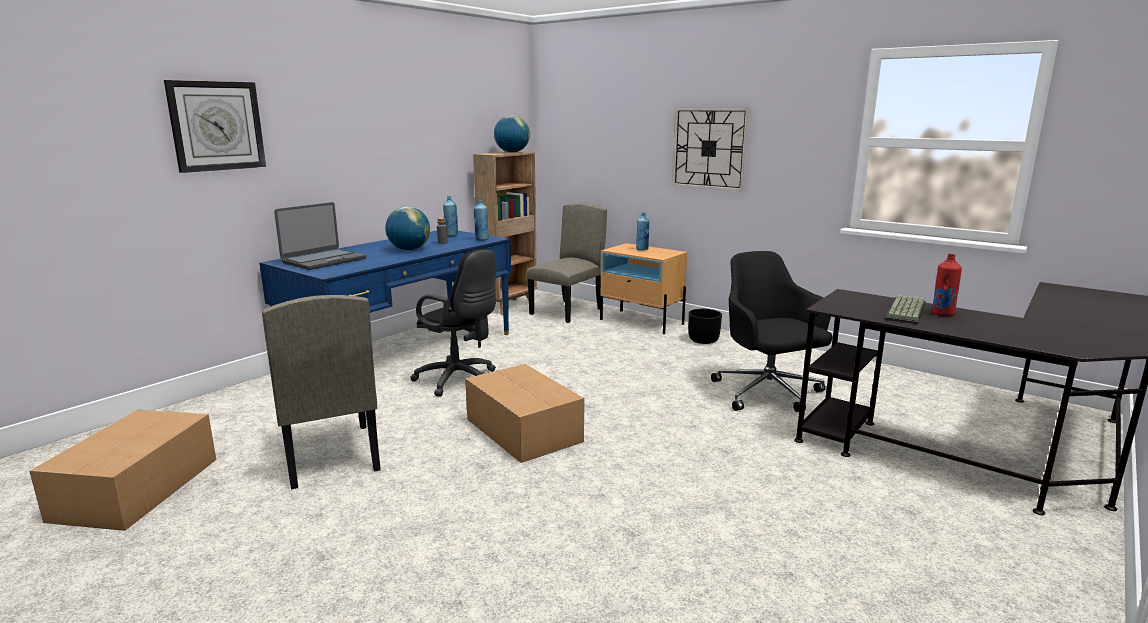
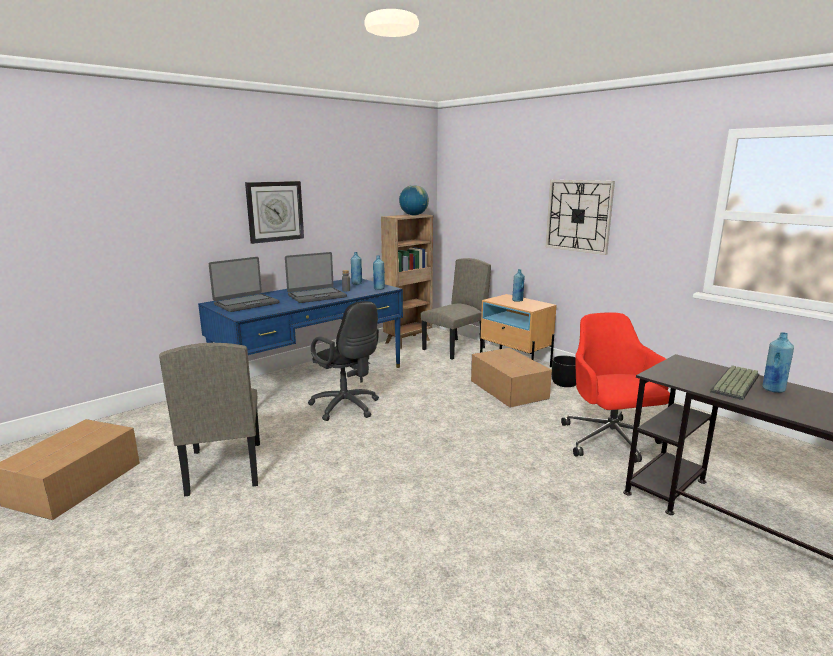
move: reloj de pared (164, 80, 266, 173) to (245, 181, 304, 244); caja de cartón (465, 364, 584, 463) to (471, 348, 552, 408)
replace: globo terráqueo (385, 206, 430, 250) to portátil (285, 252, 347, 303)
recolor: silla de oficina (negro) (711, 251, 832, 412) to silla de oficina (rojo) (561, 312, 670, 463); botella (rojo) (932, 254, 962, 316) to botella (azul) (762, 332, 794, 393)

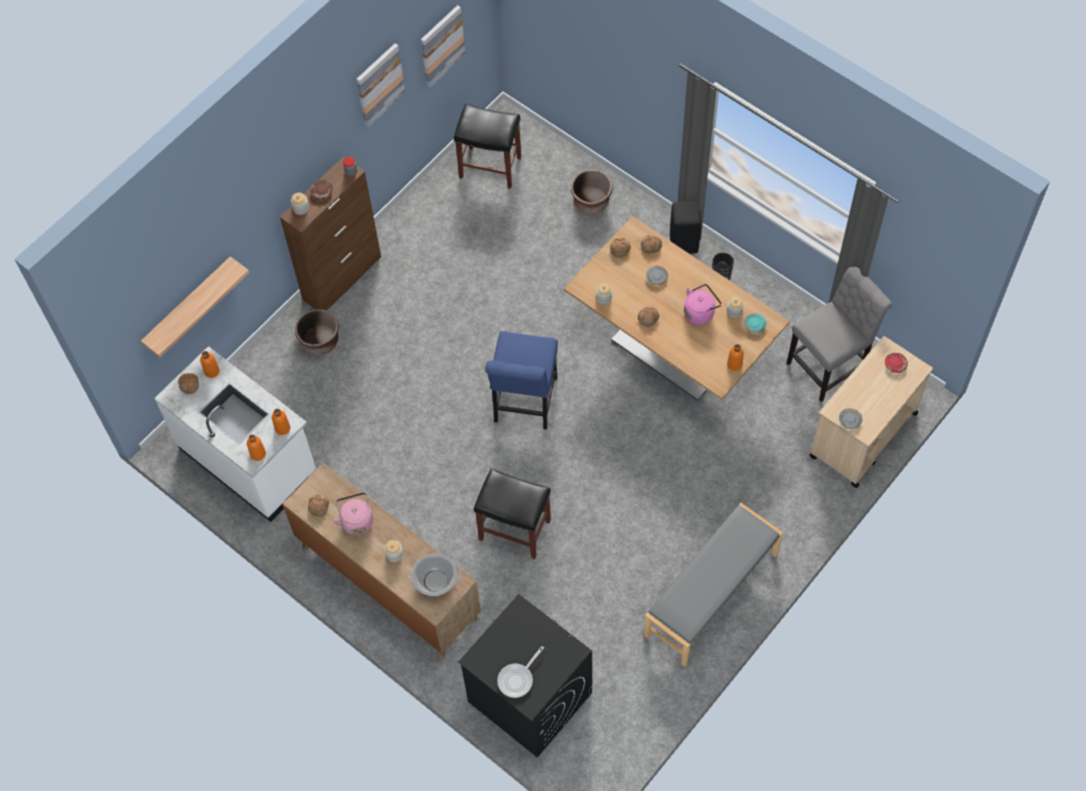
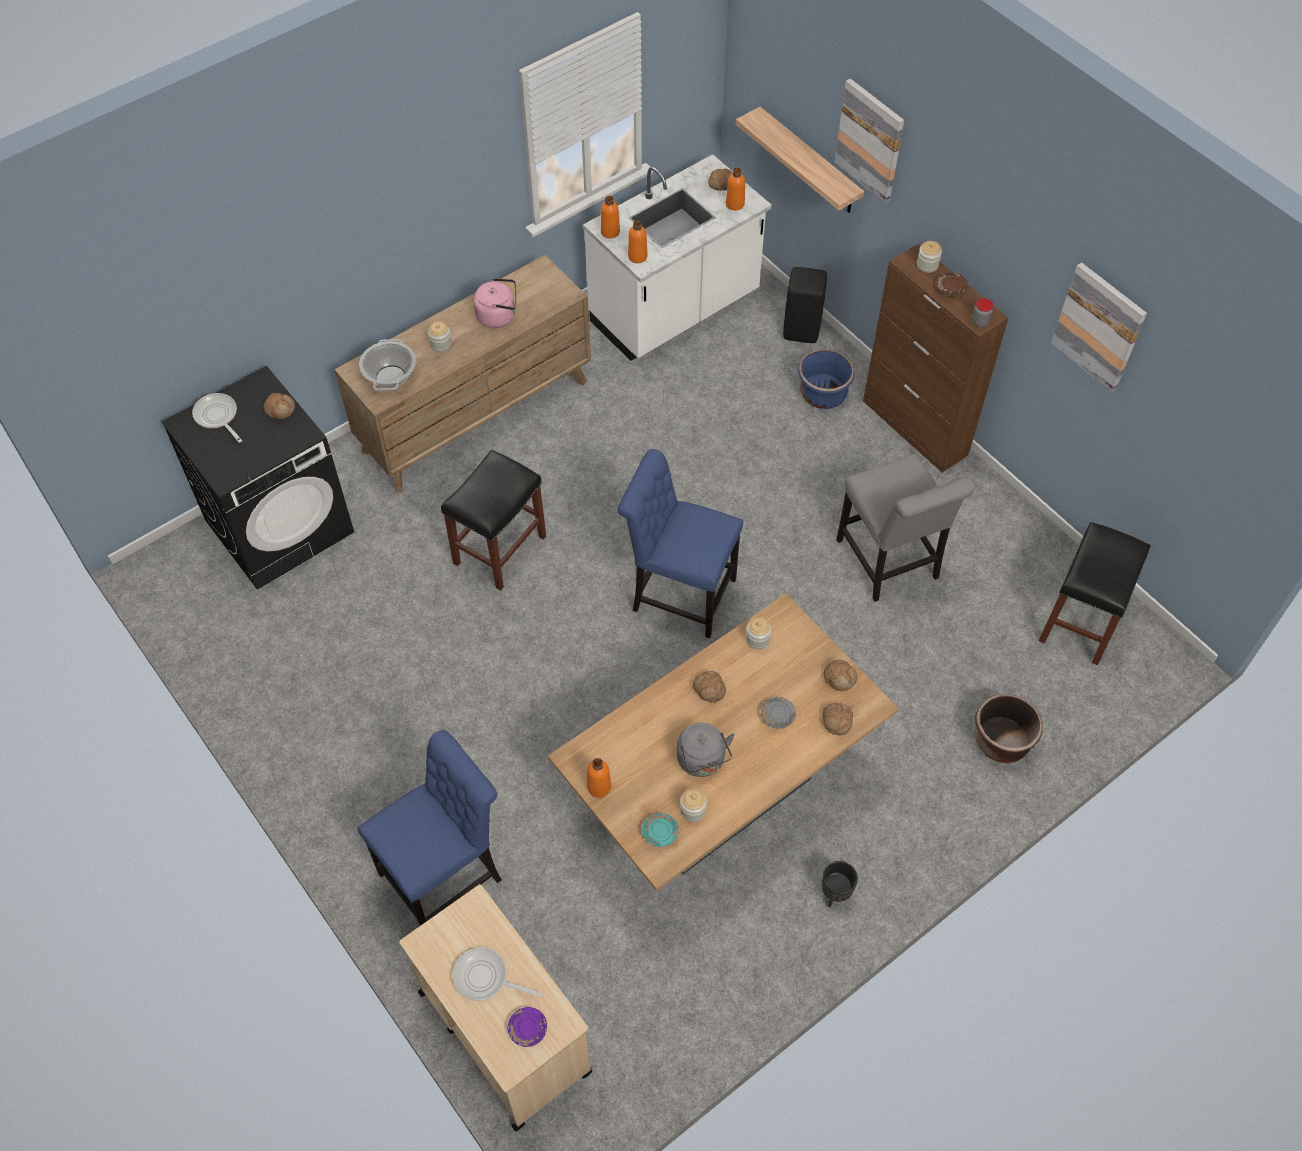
delete: banco (gris) (644, 503, 783, 667); plato (gris) (839, 408, 862, 429)
insert: silla (azul) (357, 730, 502, 926); sartén (453, 947, 542, 1001)
move: pan (308, 494, 329, 517) to (263, 393, 295, 419); cuadro (421, 5, 465, 88) to (835, 78, 904, 204); taburete (negro) (670, 201, 701, 254) to (783, 267, 827, 343); silla (gris) (787, 267, 892, 402) to (836, 454, 975, 602)
recolor: maceta (marrón) (295, 309, 339, 356) to maceta (azul) (798, 349, 855, 409); hervidor (rosa) (684, 284, 722, 325) to hervidor (gris) (677, 723, 735, 777); plato (rojo) (885, 353, 908, 373) to plato (morado) (508, 1007, 547, 1047)

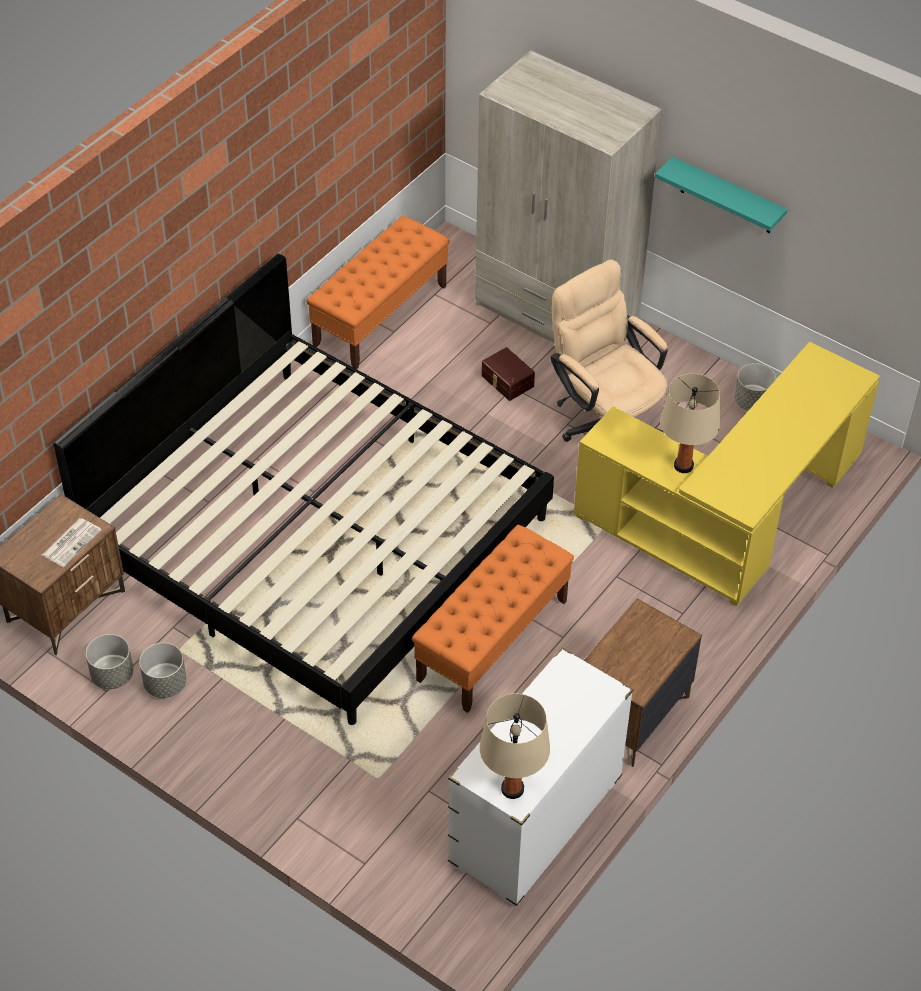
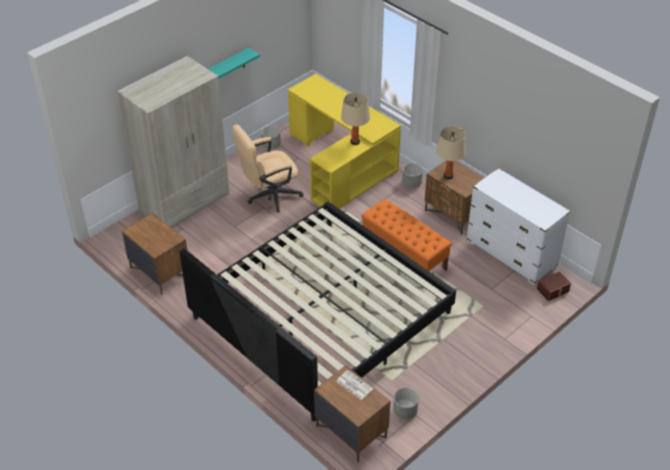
move: maceta (gris) (139, 643, 186, 698) to (402, 163, 423, 188); lámpara de mesa (beis) (480, 694, 550, 799) to (436, 126, 466, 179); caja de almacenaje (marrón) (481, 347, 535, 401) to (537, 272, 571, 301)
replace: banco (naranja) (306, 216, 450, 369) to mesita de noche (marrón) (122, 213, 187, 295)

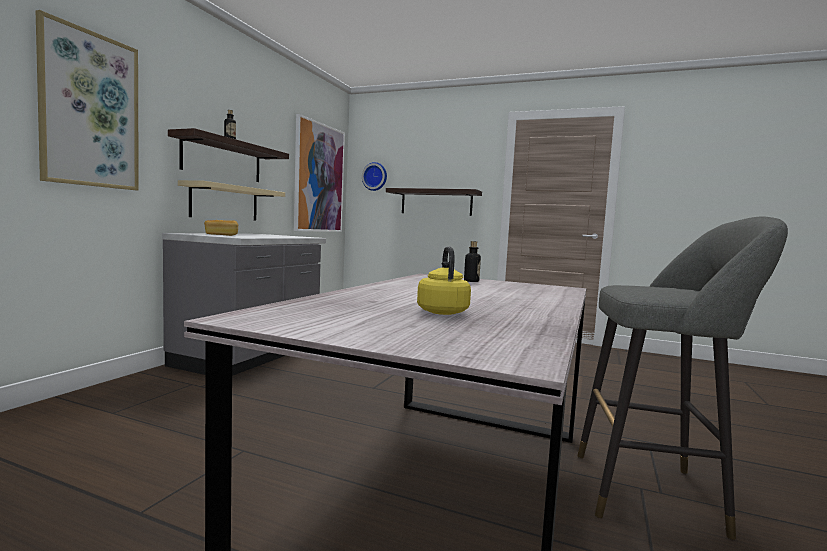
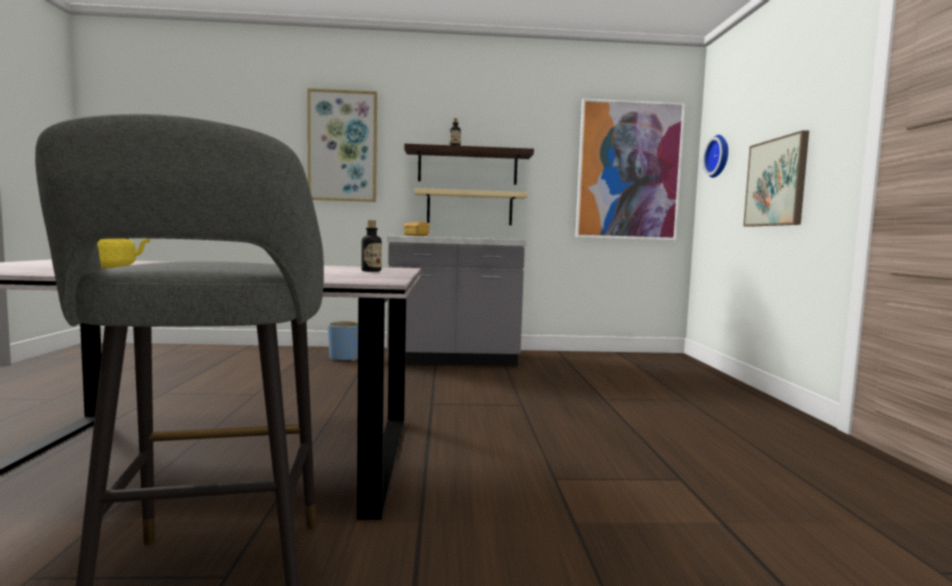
insert: maceta (azul) (328, 321, 358, 361)
replace: estante (386, 188, 482, 216) to cuadro (743, 130, 809, 227)

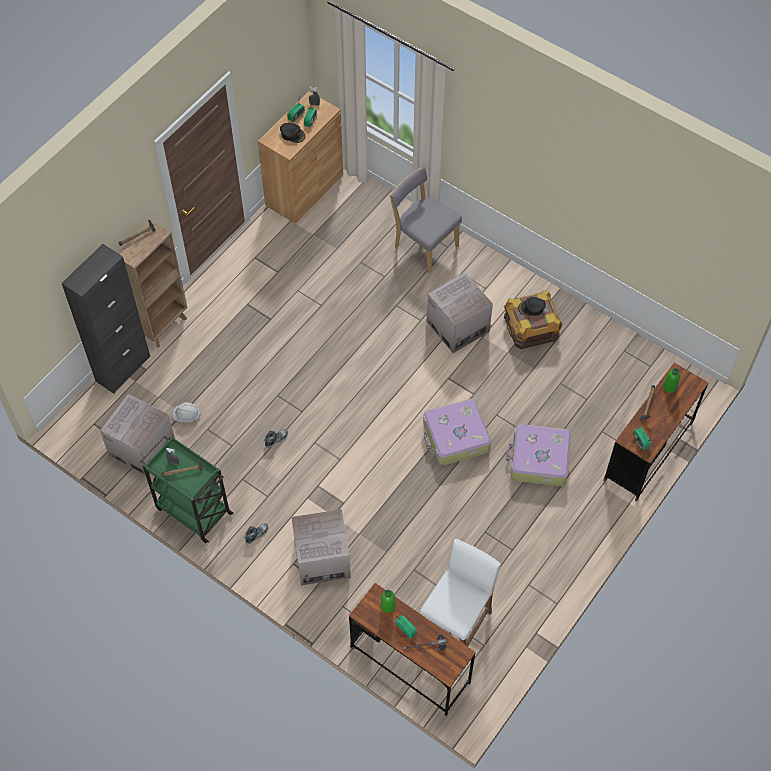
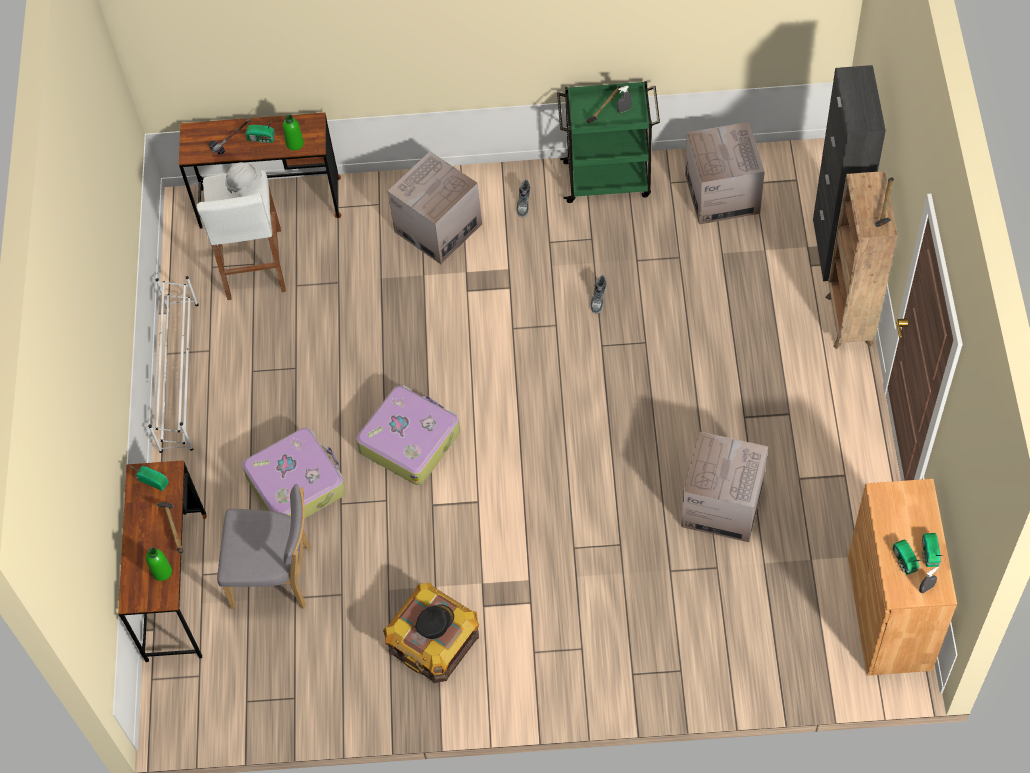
delete: gorra (negro) (280, 123, 306, 143)
insert: zapatero (blanco) (148, 276, 199, 453)
move: casco (blanco) (173, 402, 201, 423) to (225, 162, 262, 193); silla (gris) (390, 168, 462, 273) to (217, 484, 311, 609); caja de cartón (427, 272, 493, 353) to (682, 432, 768, 542)

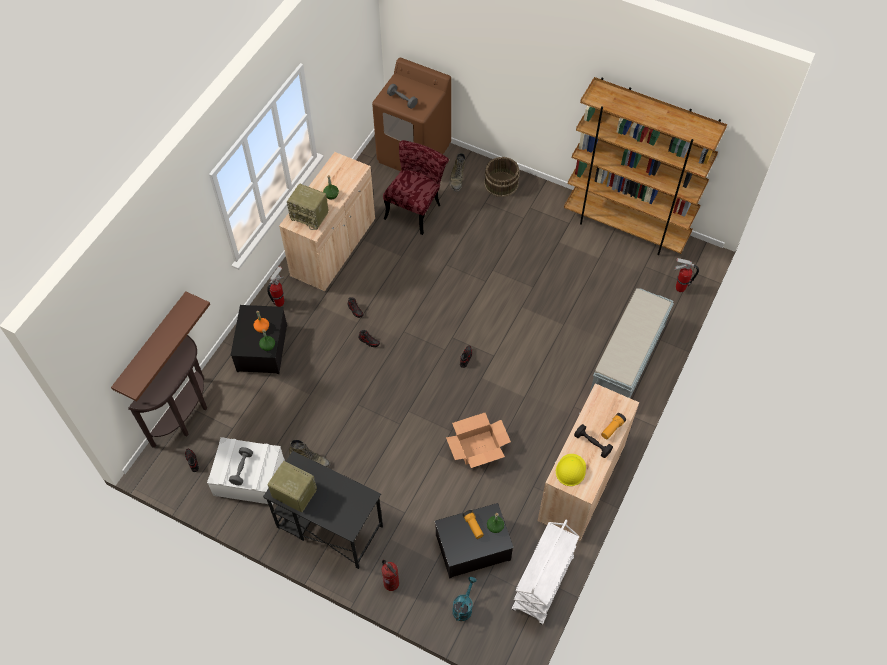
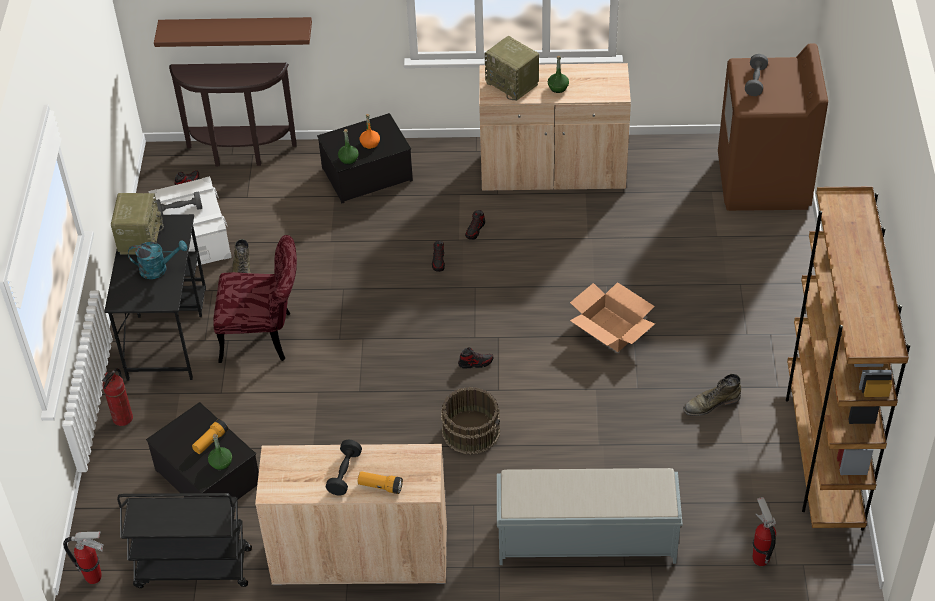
delete: casco (amarillo) (556, 454, 586, 486)
move: extintor (267, 266, 284, 307) to (63, 531, 104, 584); silla (rojo) (383, 140, 449, 235) to (214, 235, 297, 363); caja de cartón (446, 413, 511, 468) to (570, 282, 655, 352); bota (verde) (450, 153, 465, 192) to (683, 374, 741, 416); regadera (turquesa) (452, 577, 477, 621) to (128, 240, 188, 279); cubo (marrón) (484, 157, 520, 197) to (441, 387, 500, 454)
recolor: carrito (blanco) (512, 520, 580, 625) to carrito (negro) (117, 493, 252, 588)
rotate: radio (287, 184, 329, 230) = (485, 36, 539, 101) 45 degrees counterclockwise

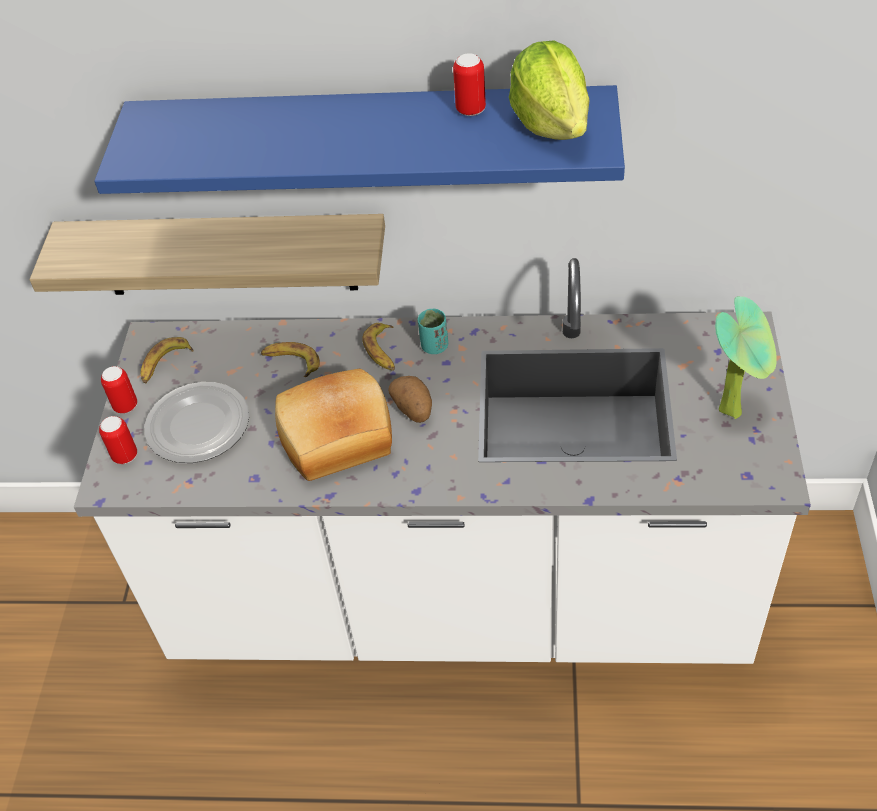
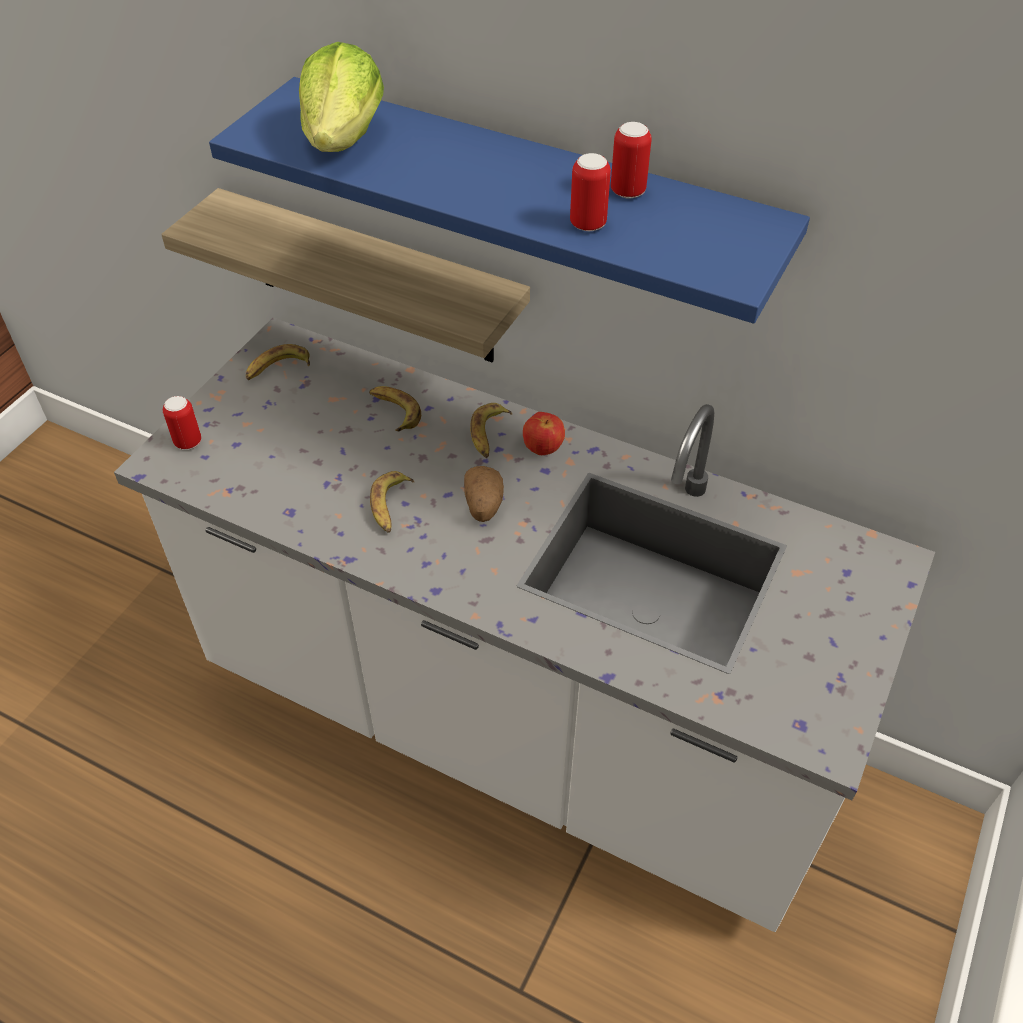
delete: plato (144, 382, 249, 463); planta en maceta (715, 296, 777, 419)
move: lata (101, 366, 137, 414) to (570, 153, 611, 231); lechuga (509, 40, 590, 140) to (299, 42, 384, 152)
replace: pan (275, 369, 392, 481) to plátano (370, 471, 414, 533); taza (turquesa) (418, 309, 448, 354) to manzana (523, 412, 565, 455)

